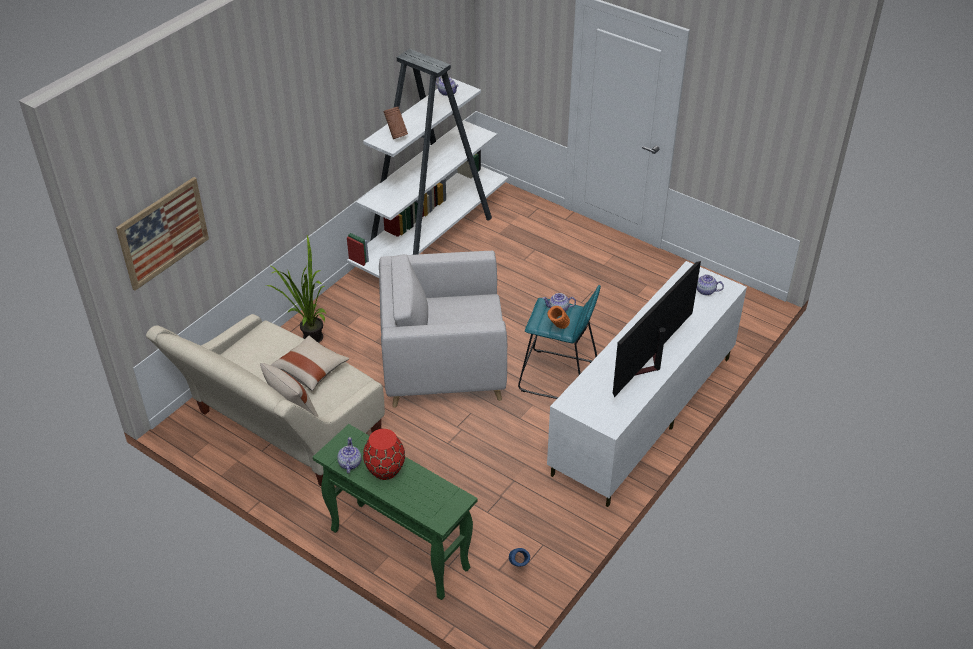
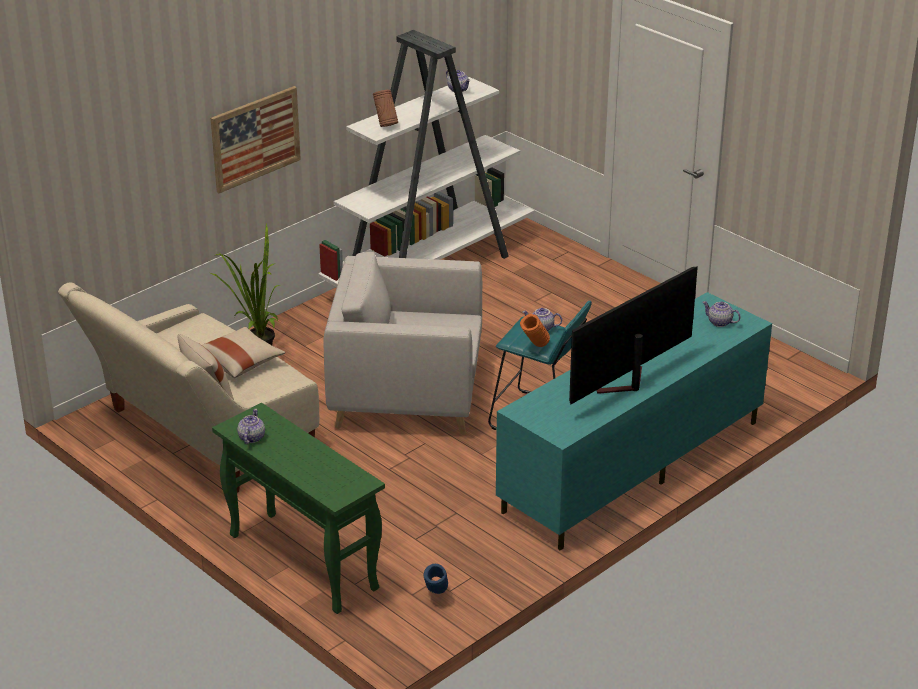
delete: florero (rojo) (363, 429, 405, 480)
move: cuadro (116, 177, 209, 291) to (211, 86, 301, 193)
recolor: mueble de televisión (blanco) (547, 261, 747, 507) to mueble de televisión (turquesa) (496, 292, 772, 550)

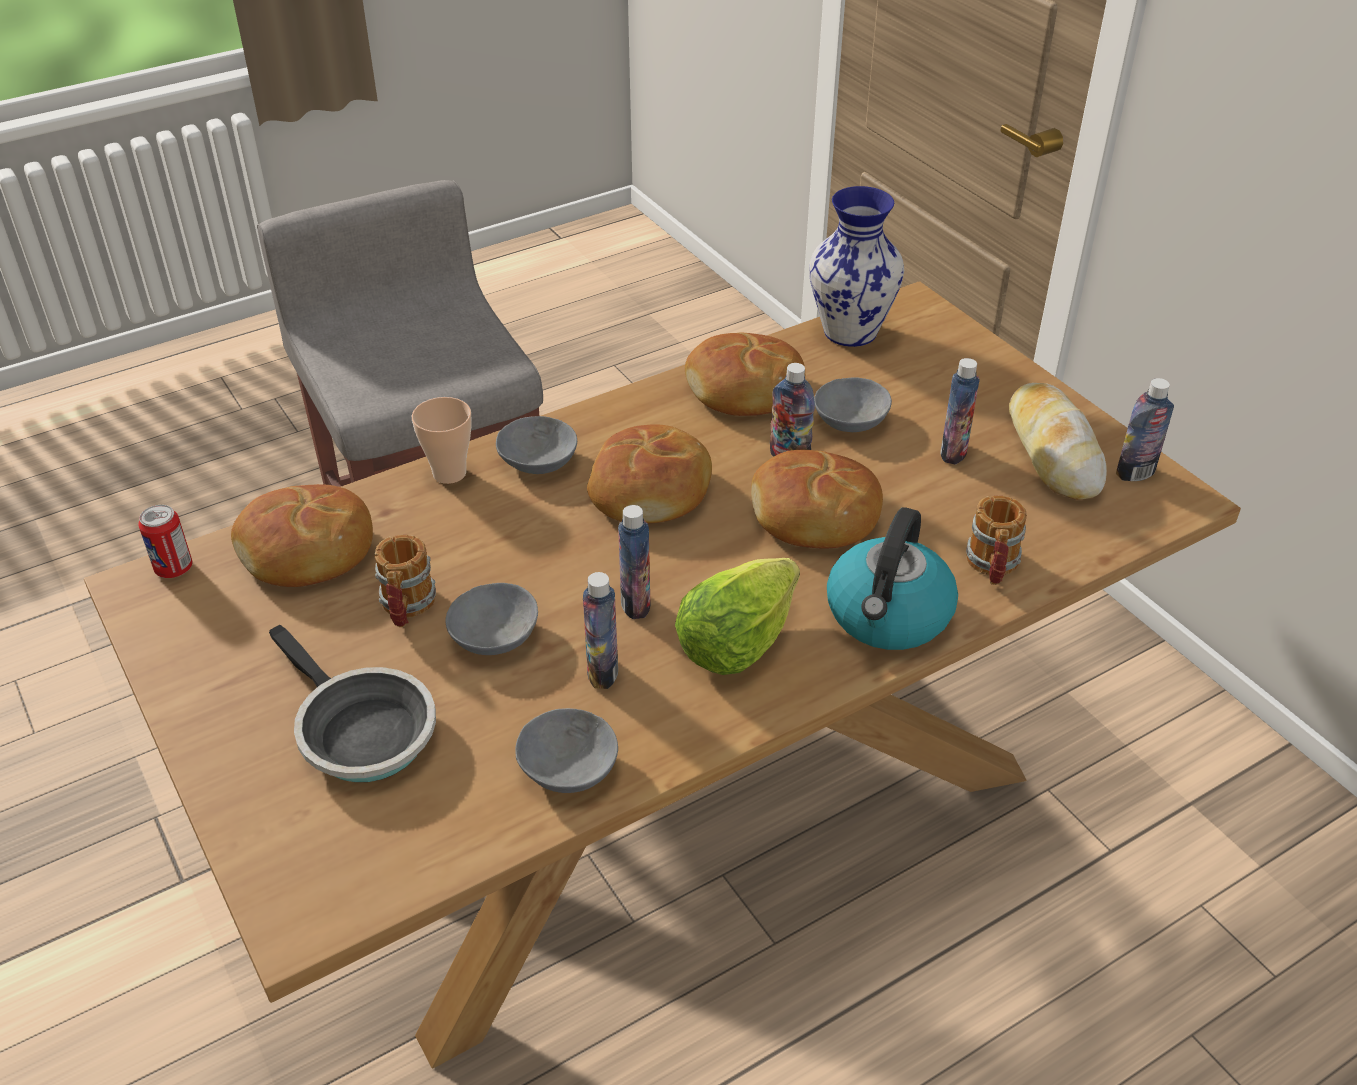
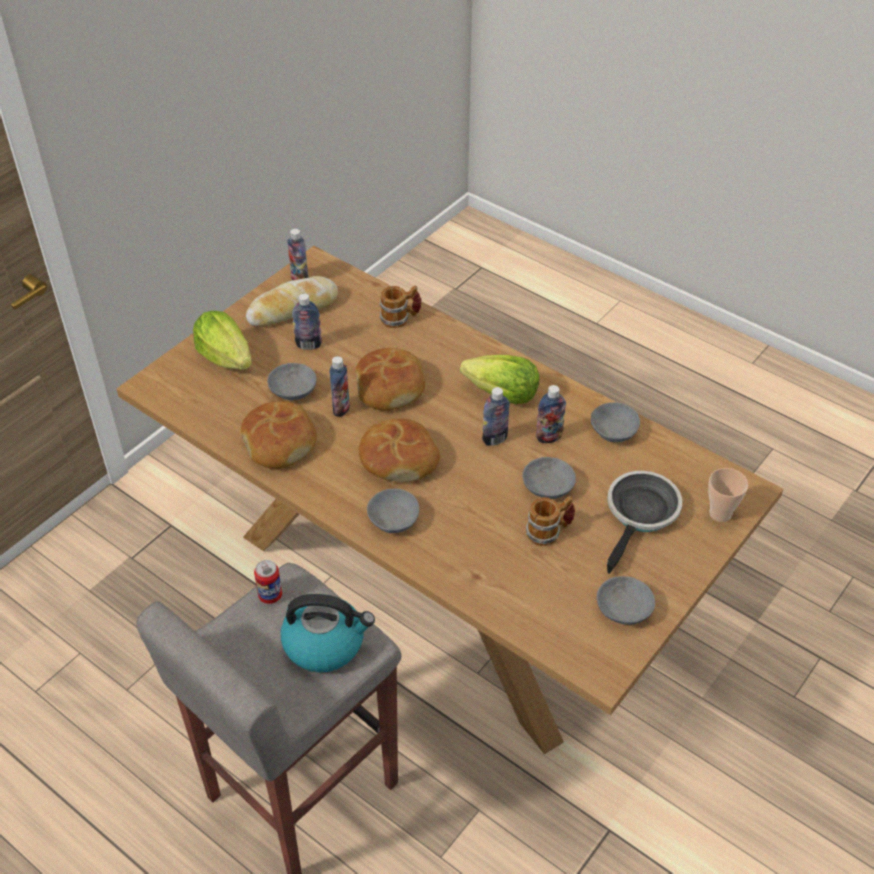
delete: pan (231, 484, 373, 587); florero (809, 186, 904, 347)
insert: lechuga (193, 311, 252, 370); cuenco (gris) (597, 576, 655, 625)
move: lata (138, 505, 193, 578) to (254, 560, 282, 604); taza (412, 397, 472, 484) to (708, 468, 748, 522); hervidor (827, 507, 958, 650) to (281, 594, 375, 672)

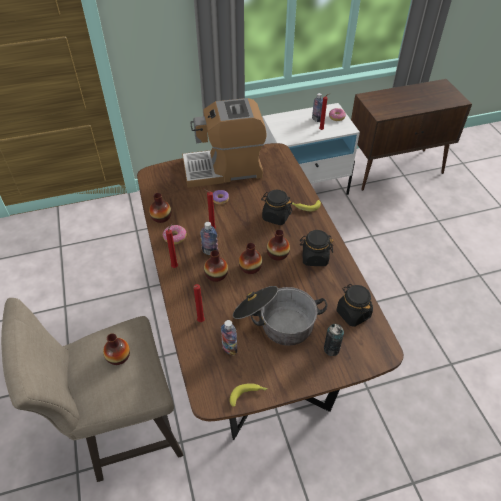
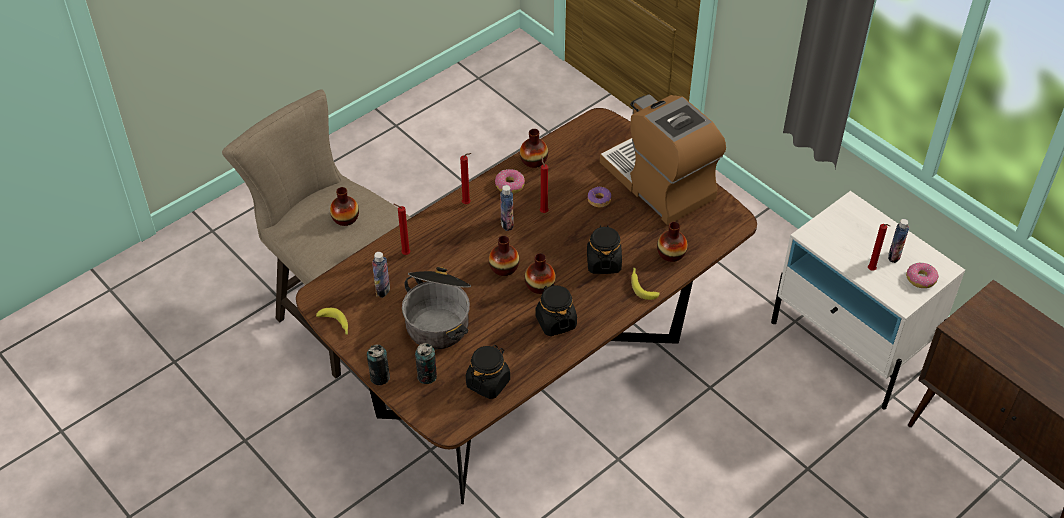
insert: lata (367, 344, 390, 385)
move: florero (204, 250, 228, 282) to (657, 222, 688, 262)

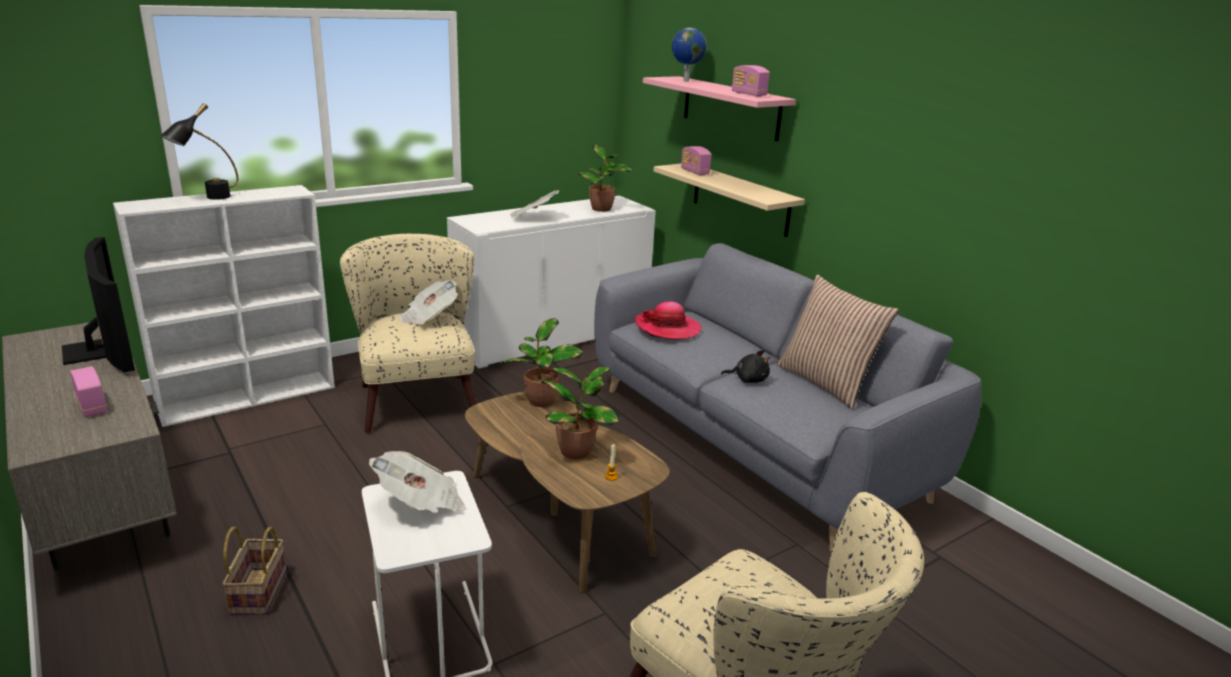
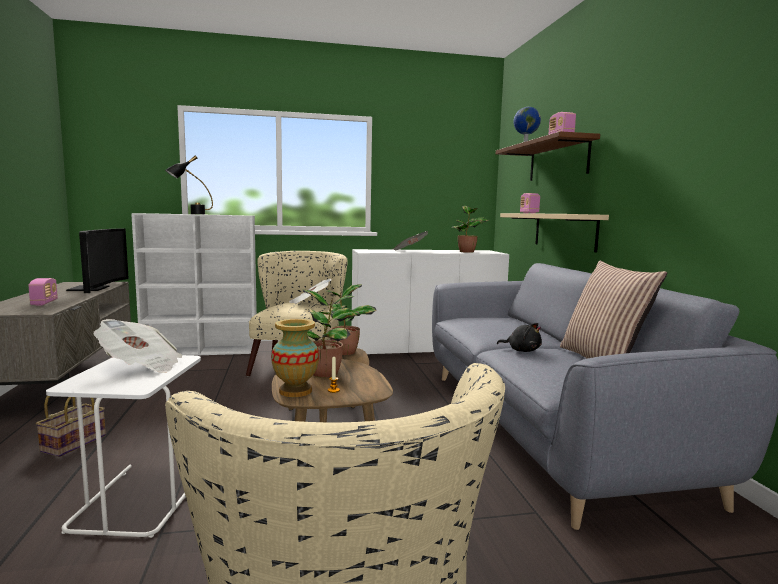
delete: sombrero (634, 301, 702, 340)
insert: florero (271, 319, 319, 397)
recolor: estante (rosa) (643, 76, 796, 141) to estante (marrón) (496, 131, 600, 181)

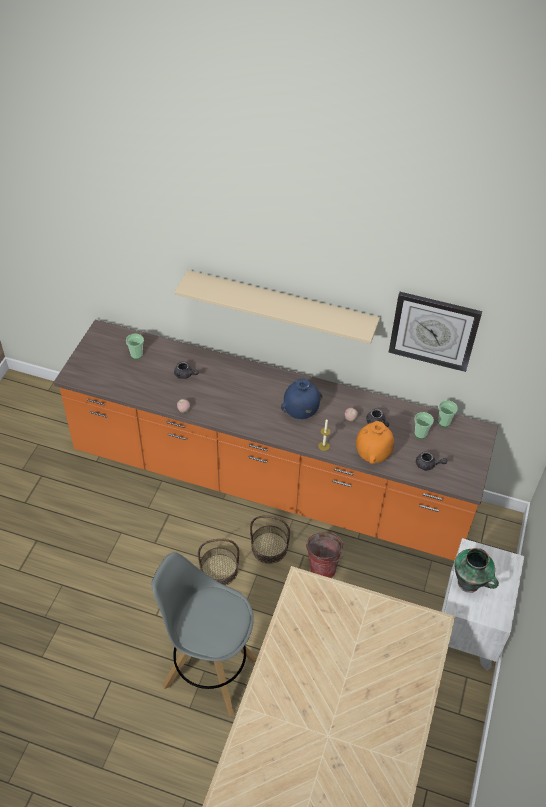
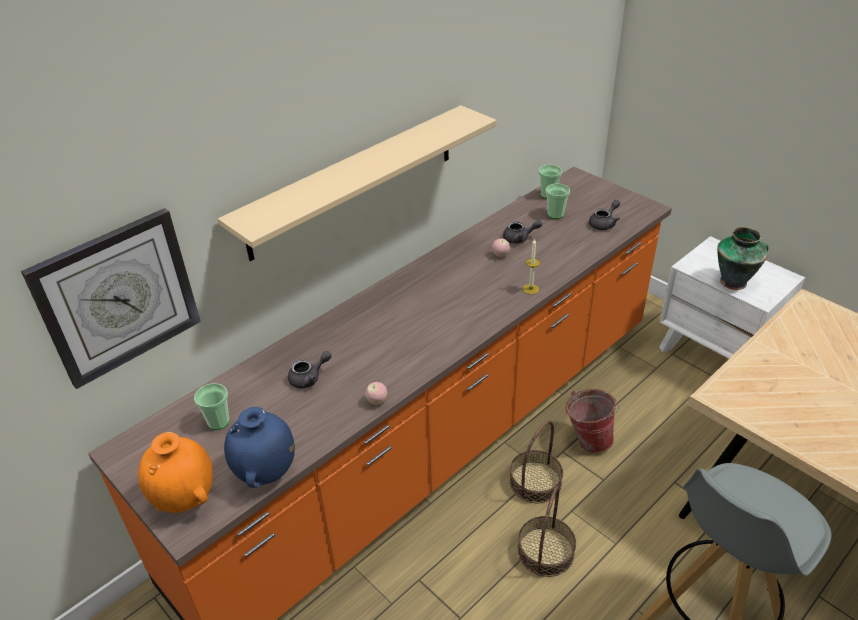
move: florero (azul) (281, 379, 323, 419) to (224, 407, 295, 488); florero (naranja) (356, 421, 394, 464) to (138, 432, 213, 513); reloj de pared (389, 292, 482, 372) to (21, 208, 201, 389)

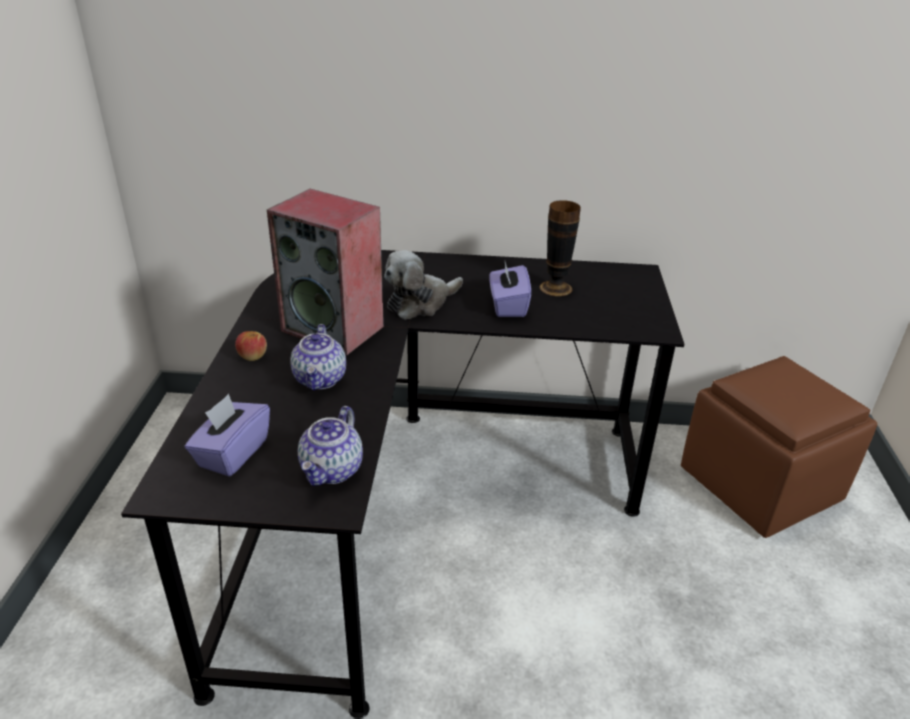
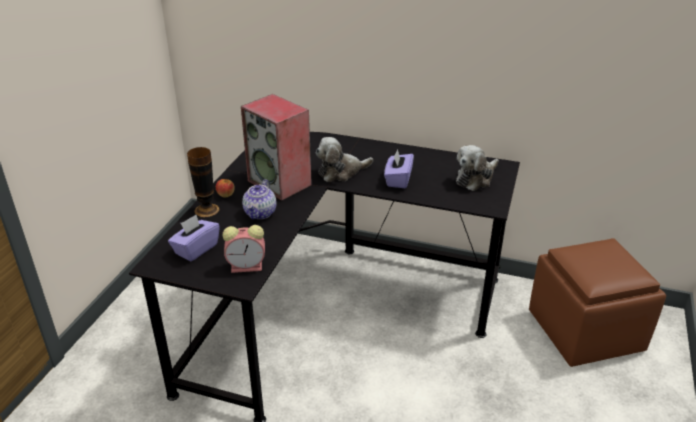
insert: peluche (456, 145, 499, 191)
move: florero (540, 200, 581, 296) to (187, 147, 219, 217)
replace: tetera (298, 406, 363, 486) to despertador (223, 225, 265, 273)

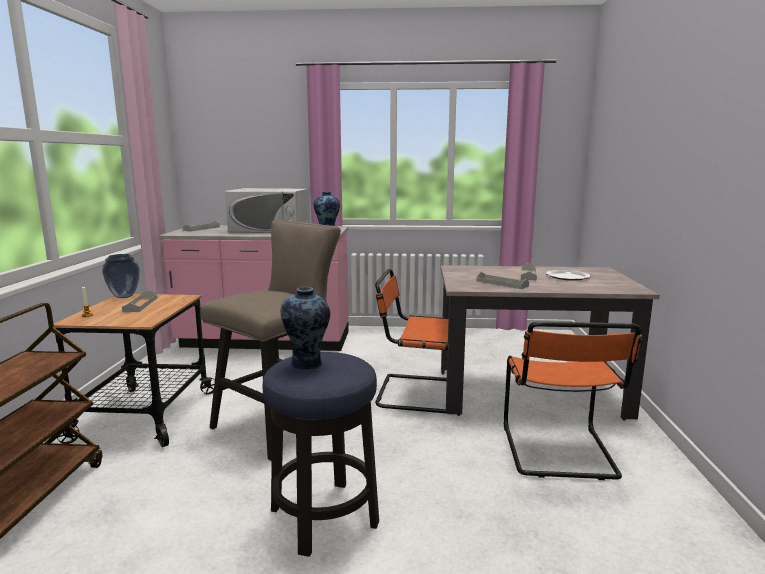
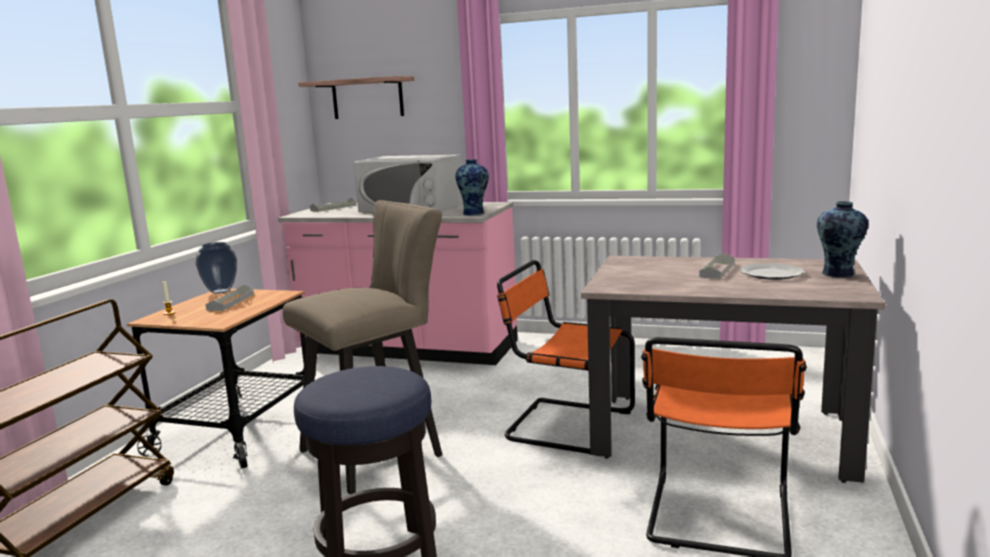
delete: bandeja (gris) (477, 272, 529, 289)
insert: estante (298, 76, 414, 119)
move: florero (281, 287, 330, 370) to (817, 201, 868, 278)

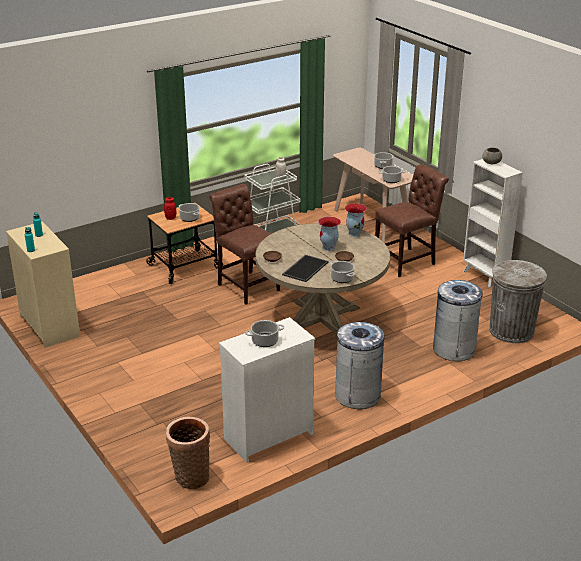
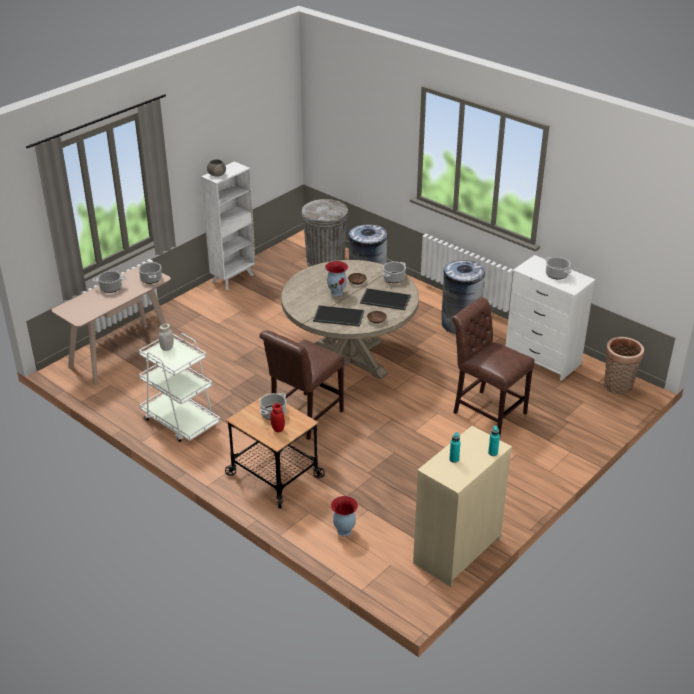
insert: bandeja (313, 305, 364, 327)
move: florero (345, 203, 367, 237) to (331, 496, 358, 537); silla (marrón) (375, 164, 449, 277) to (452, 297, 535, 436)

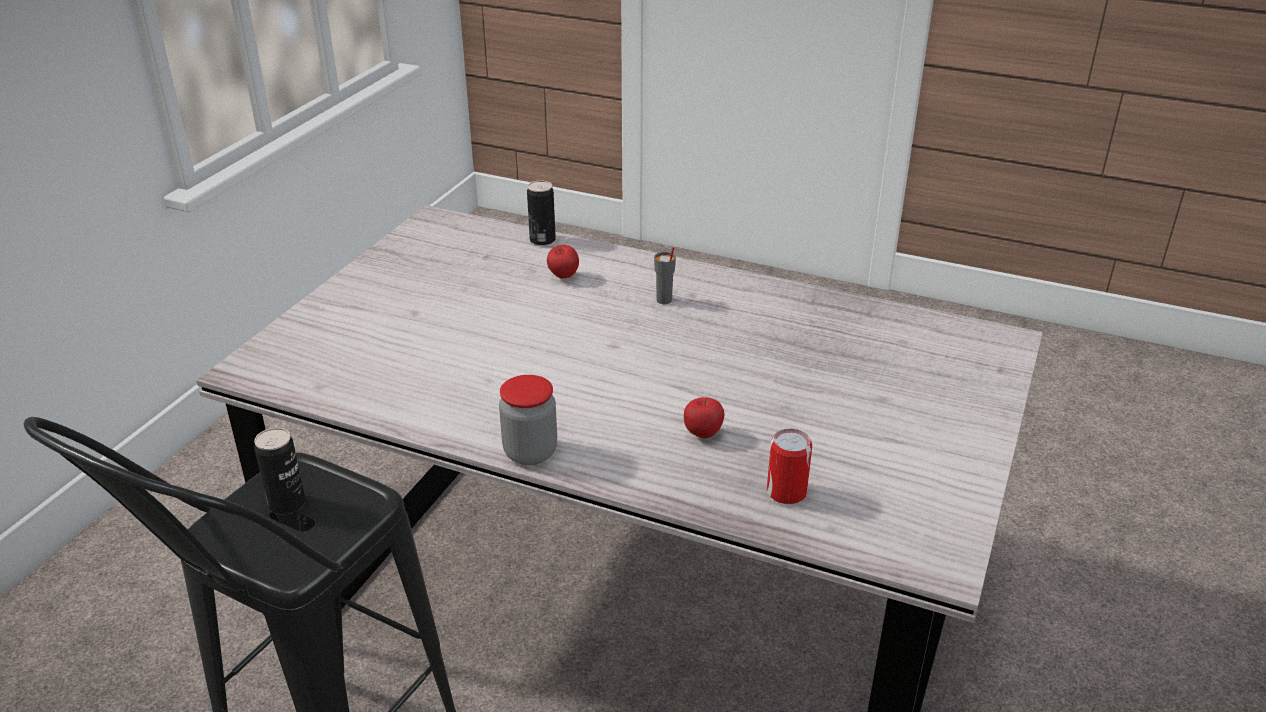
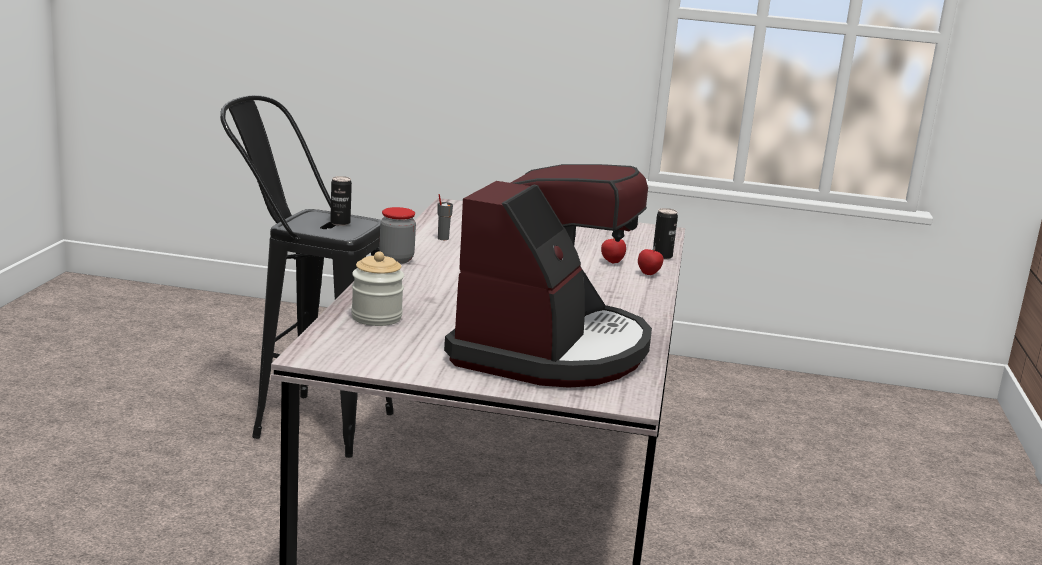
insert: cafetera (444, 164, 652, 388)
move: taza (gris) (654, 247, 676, 304) to (438, 194, 453, 240); manzana (684, 397, 724, 439) to (638, 249, 663, 275)
replace: lata (767, 429, 812, 504) to tarro (351, 251, 404, 326)

